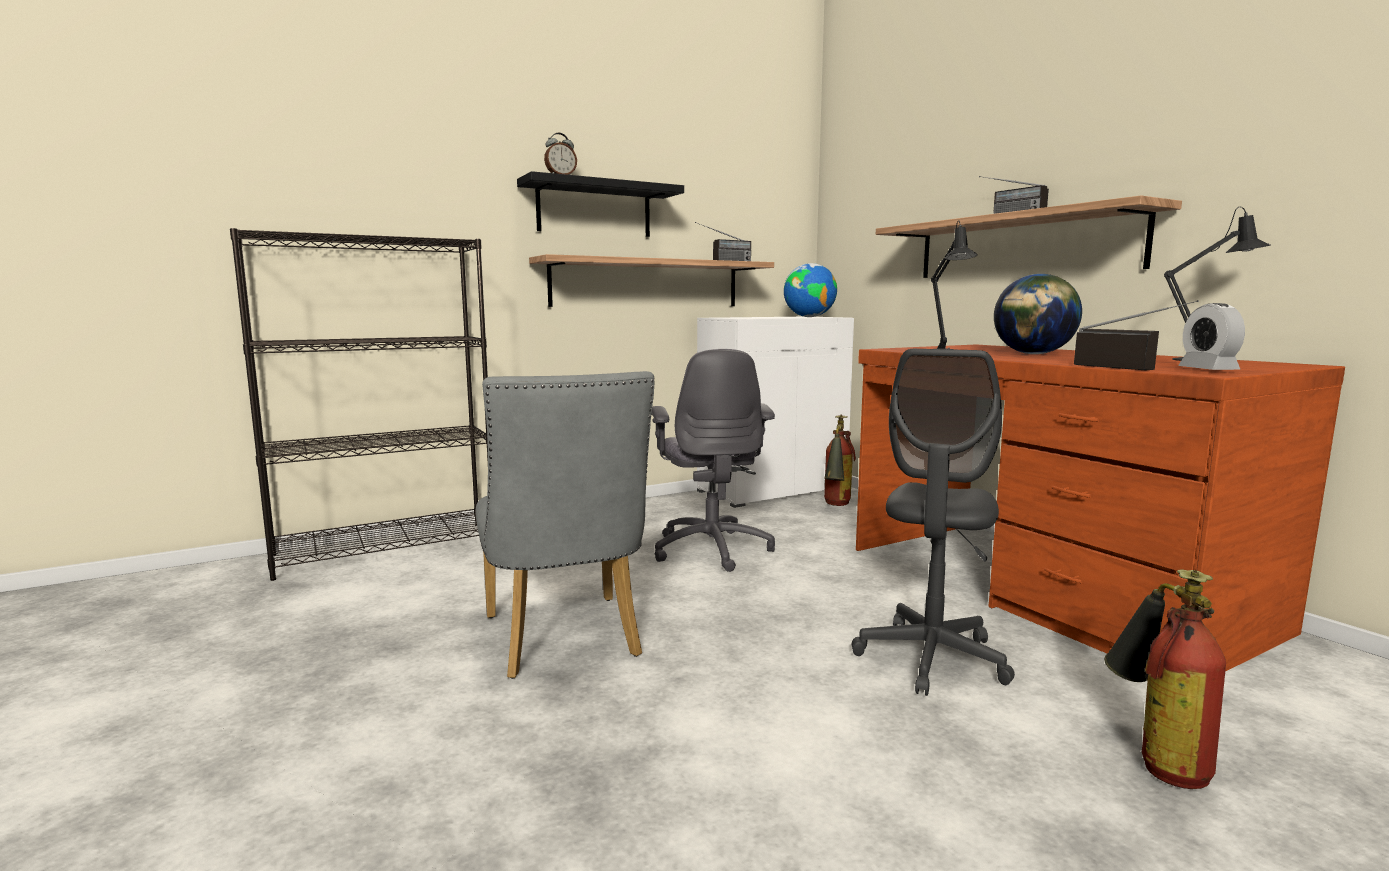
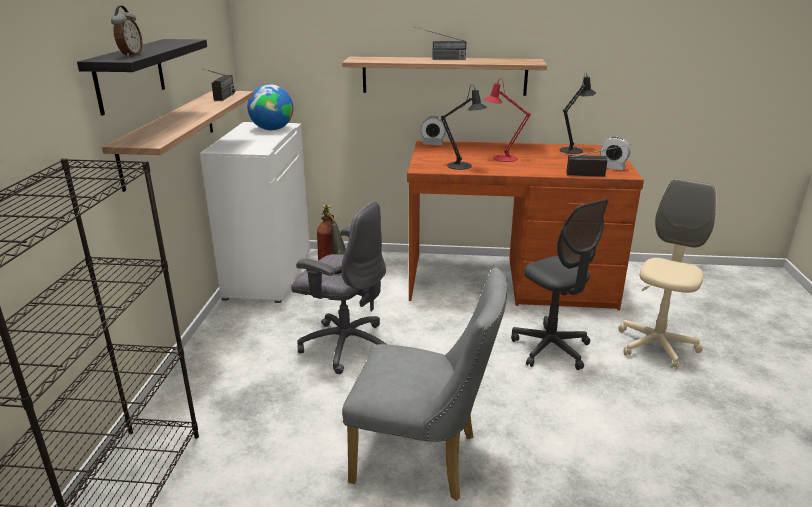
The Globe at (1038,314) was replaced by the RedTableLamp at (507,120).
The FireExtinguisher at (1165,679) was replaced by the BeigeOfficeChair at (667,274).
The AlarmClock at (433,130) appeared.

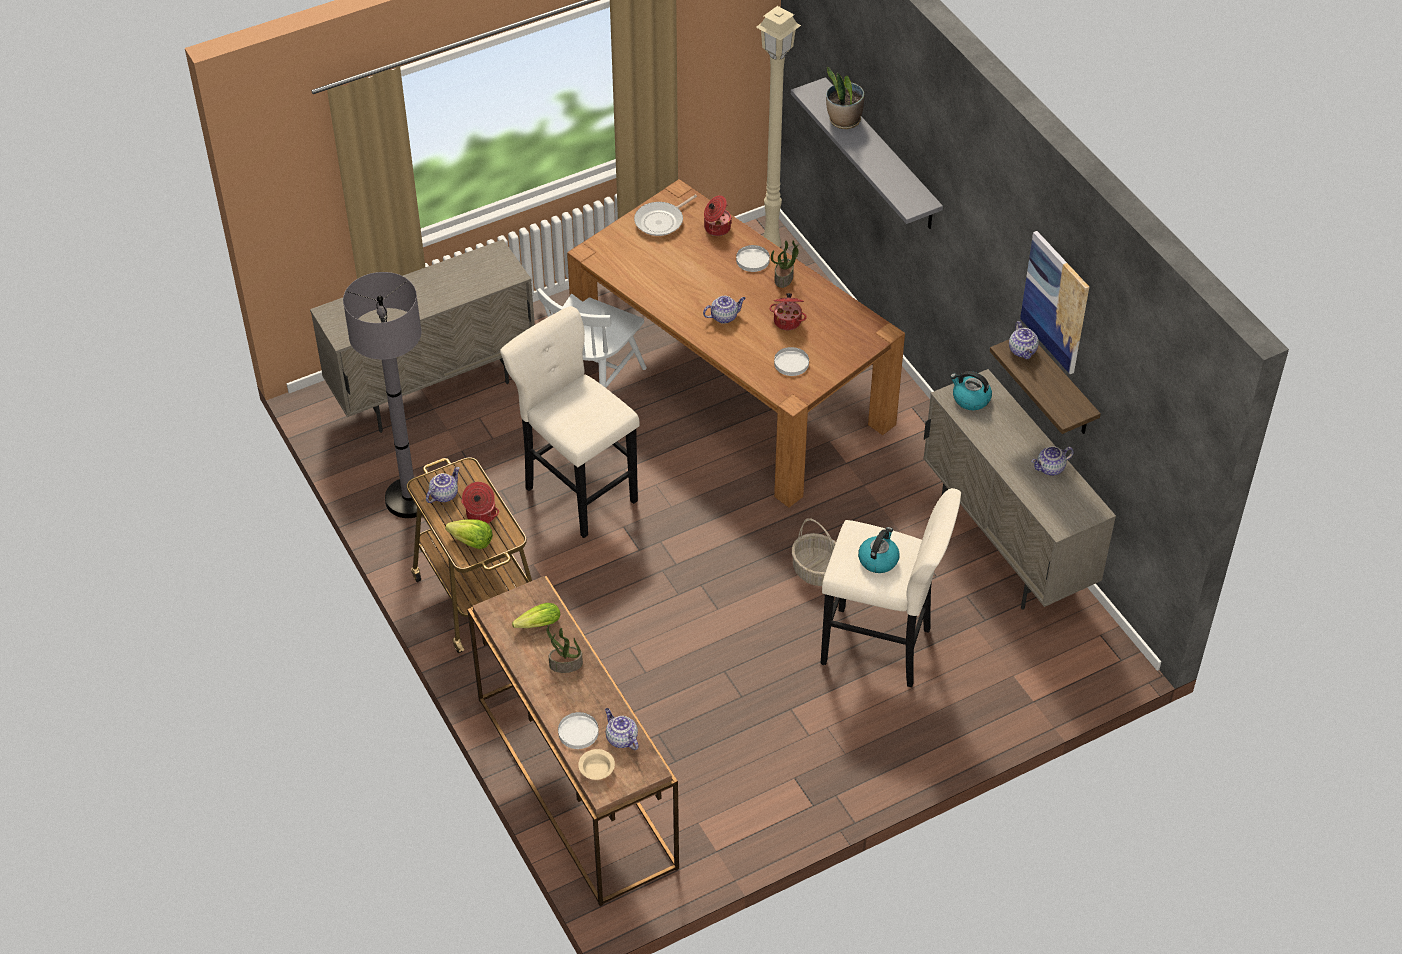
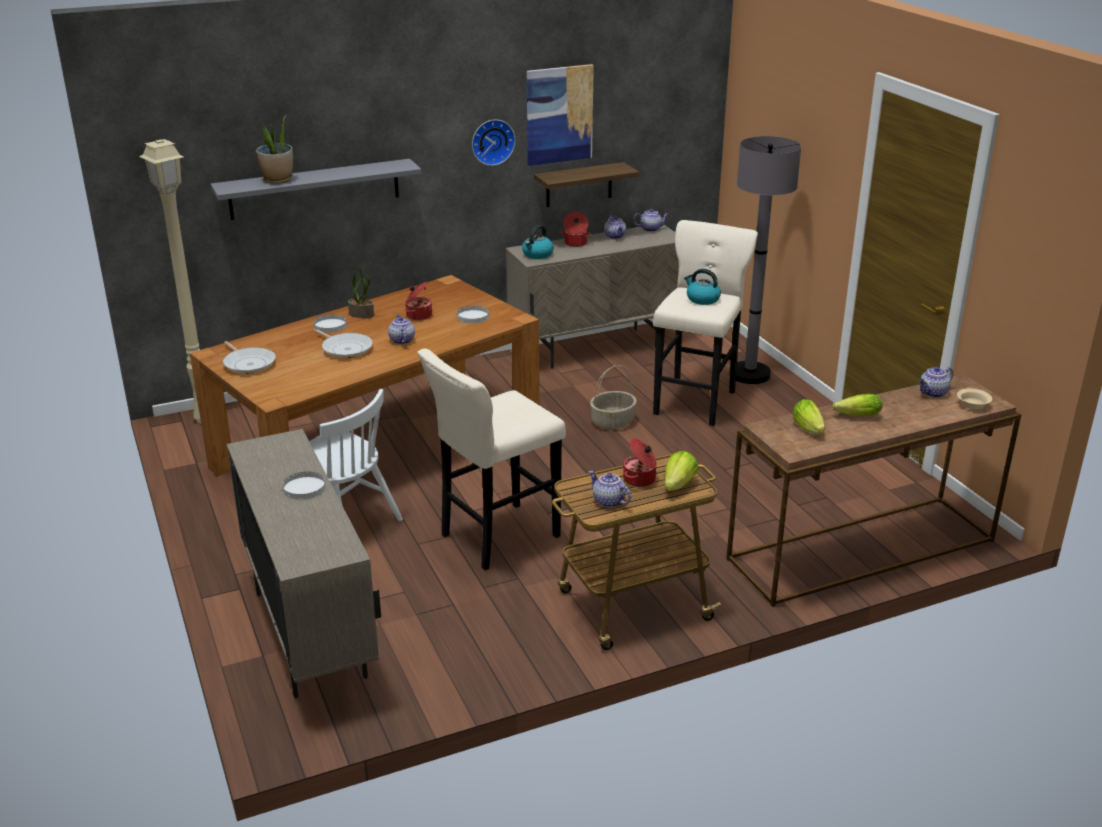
The CookingPot moved from (718,215) to (576,229).
The GreyFloorLamp moved from (387,395) to (765,260).
The Teapot moved from (1024,340) to (651,220).
The PottedPlant at (565,649) was replaced by the Lettuce at (858,405).
The WhitePlate moved from (578,730) to (304,486).
The WallClock at (493,143) appeared.
The FryingPan at (343,343) appeared.

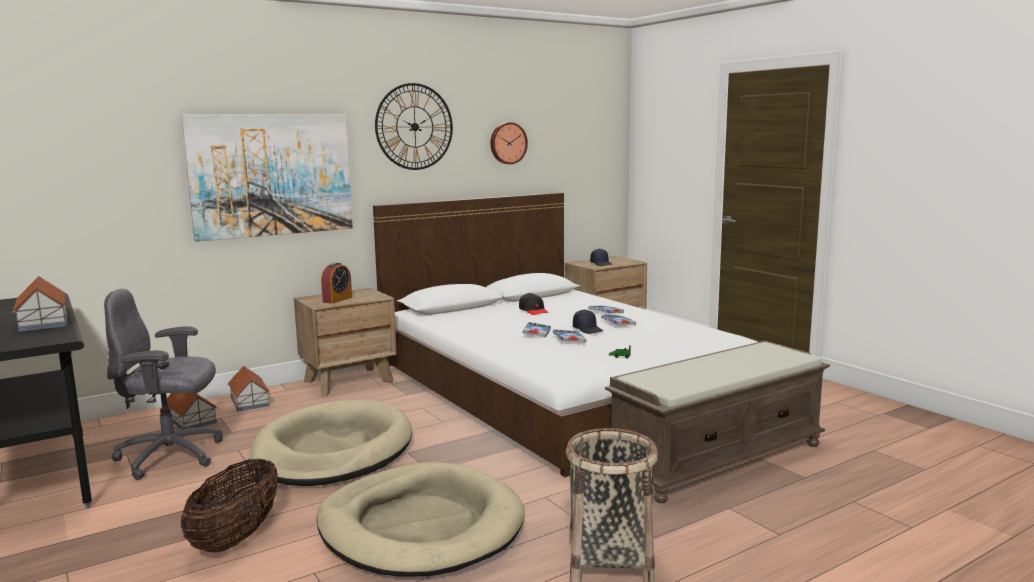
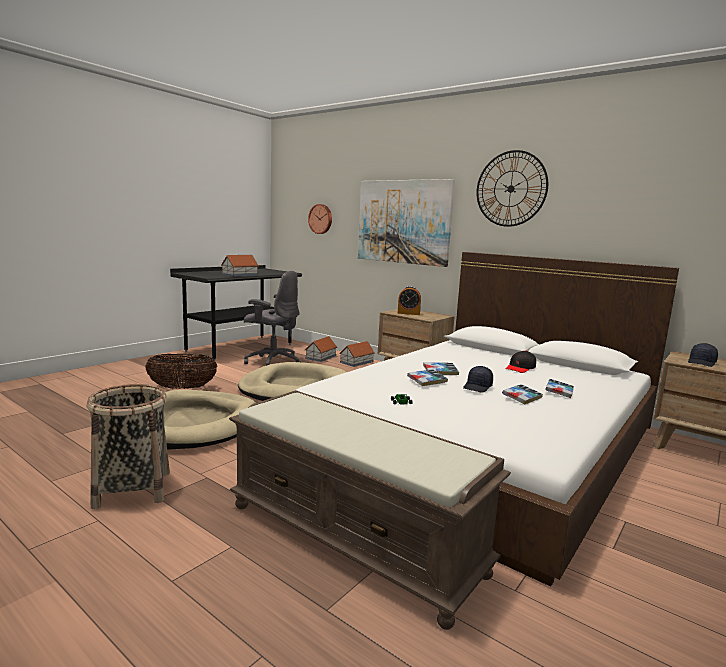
The WallClock moved from (509,143) to (320,219).
The GreyOfficeChair at (163,384) turned 135 degrees clockwise.

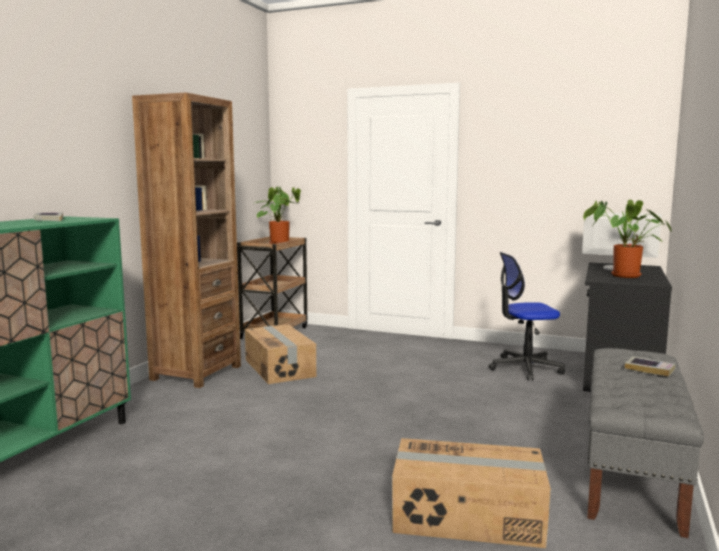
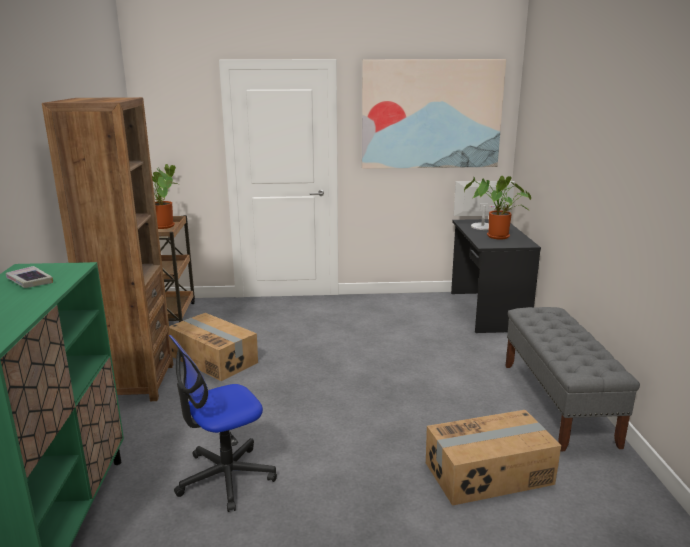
The OfficeChair moved from (527,316) to (223,423).
The Book at (650,366) disappeared.
The Picture at (434,114) appeared.

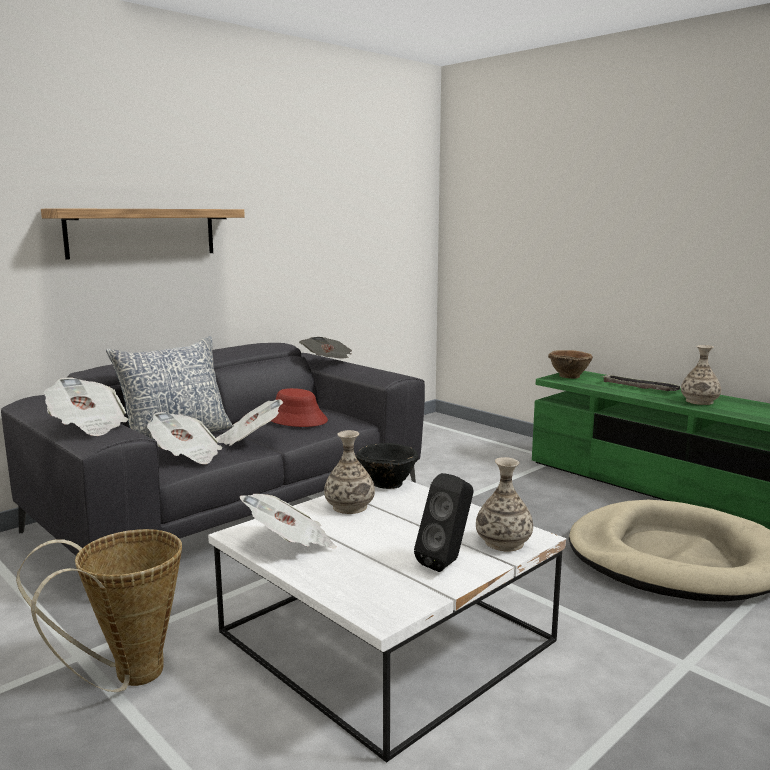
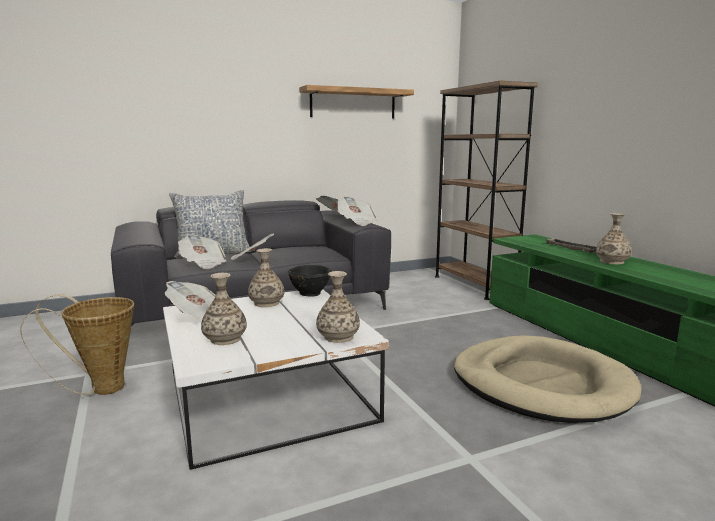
The Shelf moved from (143,233) to (356,102).
The BrownBowl at (570,364) disappeared.
The Newspaper moved from (86,406) to (357,211).
The RedHat at (299,407) disappeared.
The BlackSpeaker at (443,522) disappeared.
The BrownBookcase at (486,190) appeared.
The Vase at (224,309) appeared.

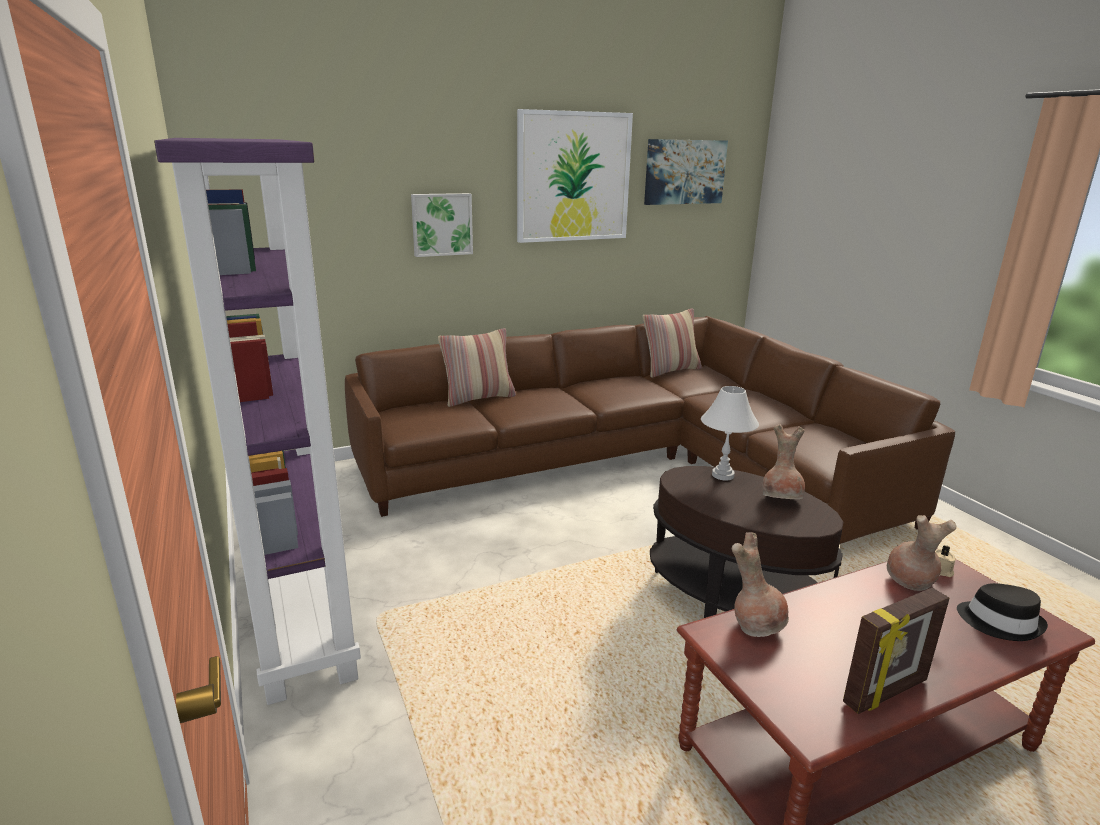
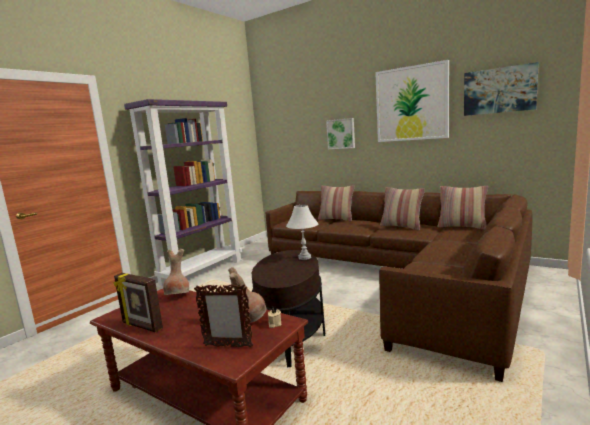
The BrownVase at (783,461) disappeared.
The BlackHat at (1002,612) was replaced by the PictureFrame at (224,316).
The Pillow at (402,209) appeared.

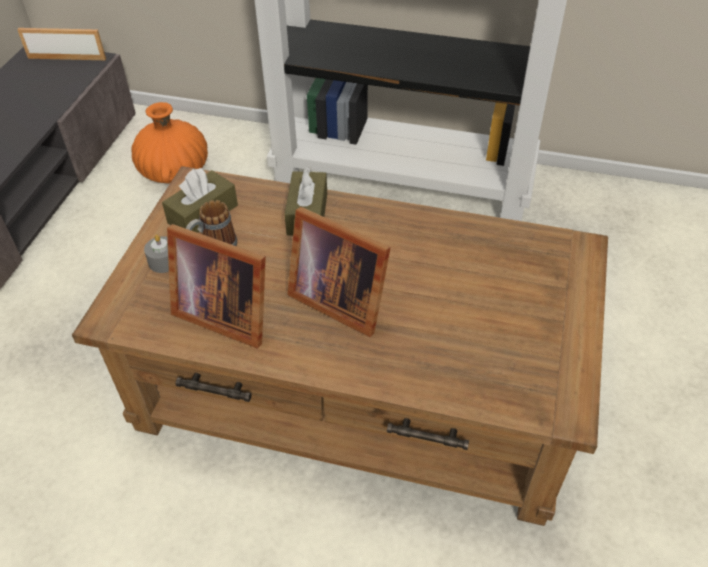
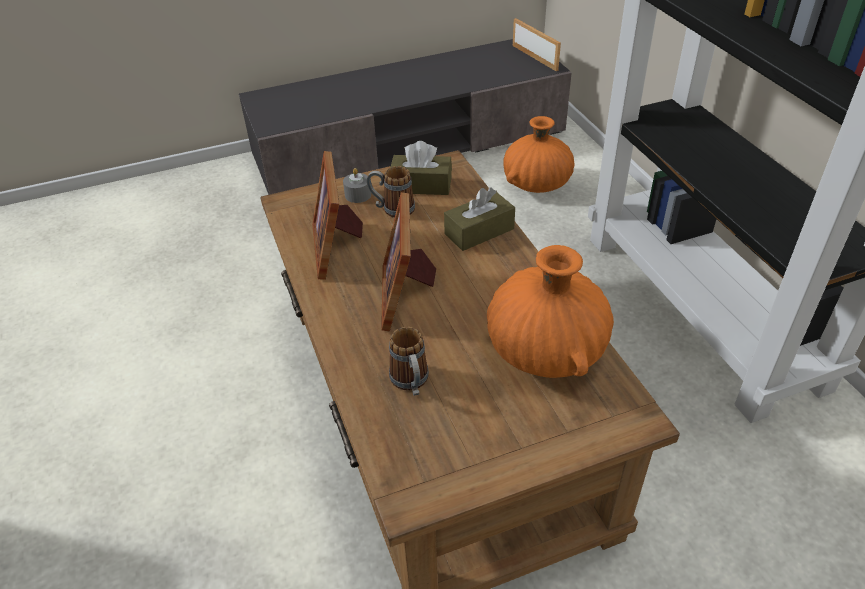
The OrangeVase at (550,311) appeared.
The Mug at (409,361) appeared.

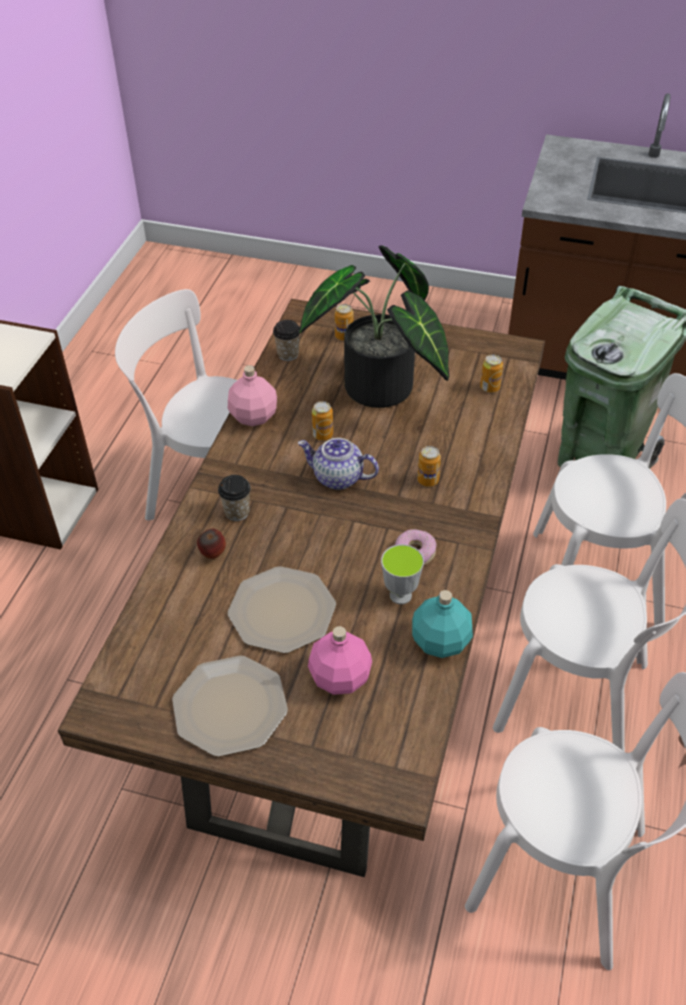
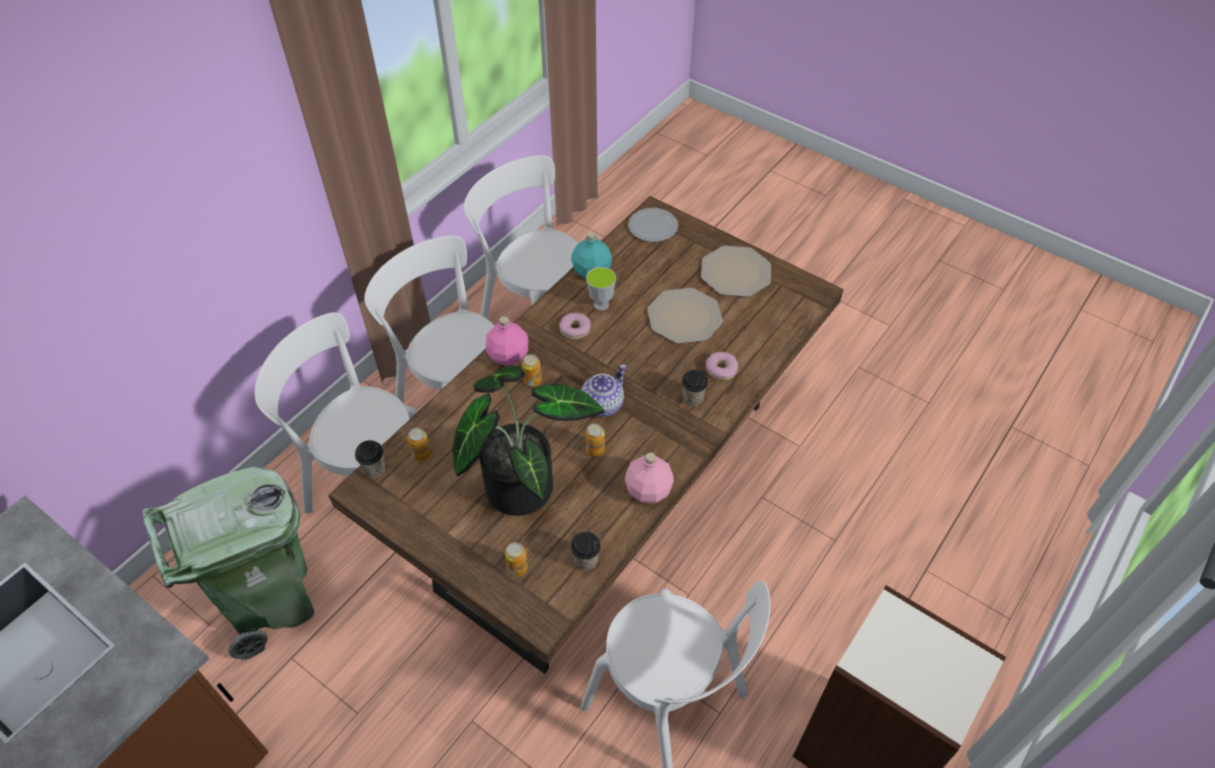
The Teapot at (338,464) turned 90 degrees counterclockwise.
The Apple at (211,544) was replaced by the Donut at (722,366).
The PinkBottle moved from (340,660) to (507,341).
The Plate at (653,225) appeared.
The Cup at (370,459) appeared.

